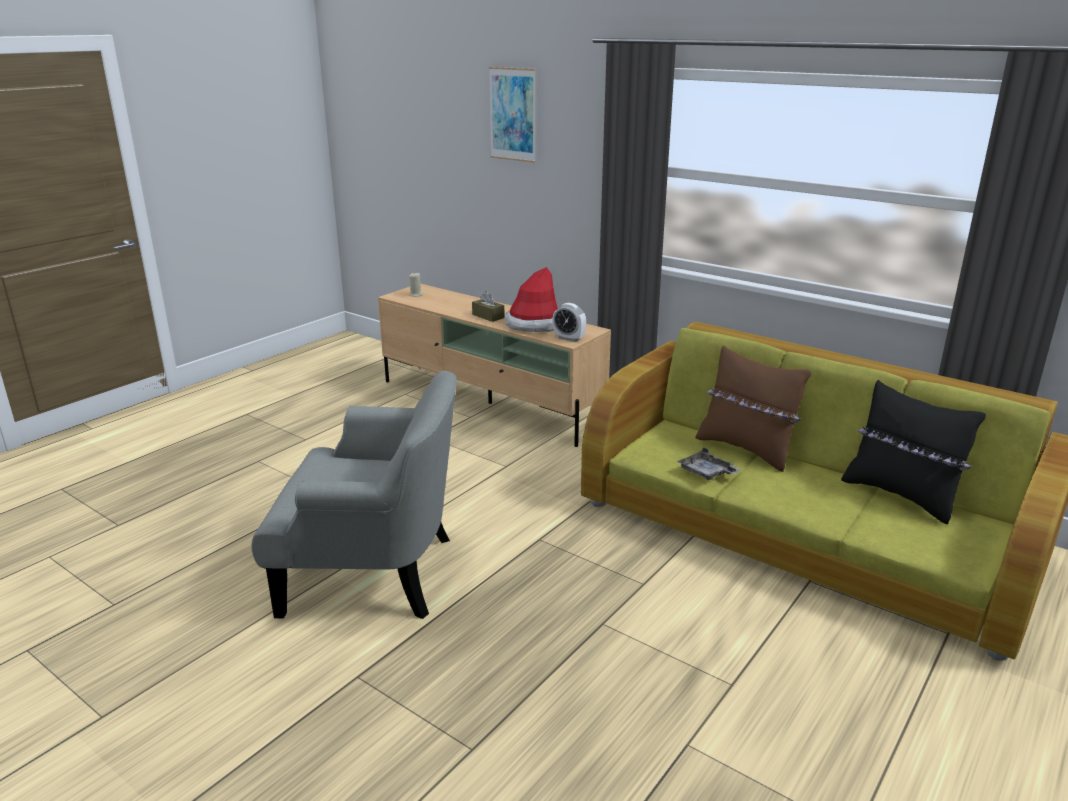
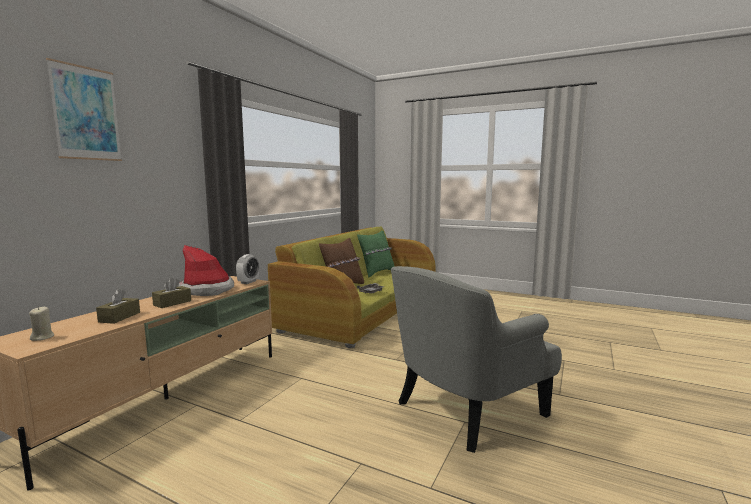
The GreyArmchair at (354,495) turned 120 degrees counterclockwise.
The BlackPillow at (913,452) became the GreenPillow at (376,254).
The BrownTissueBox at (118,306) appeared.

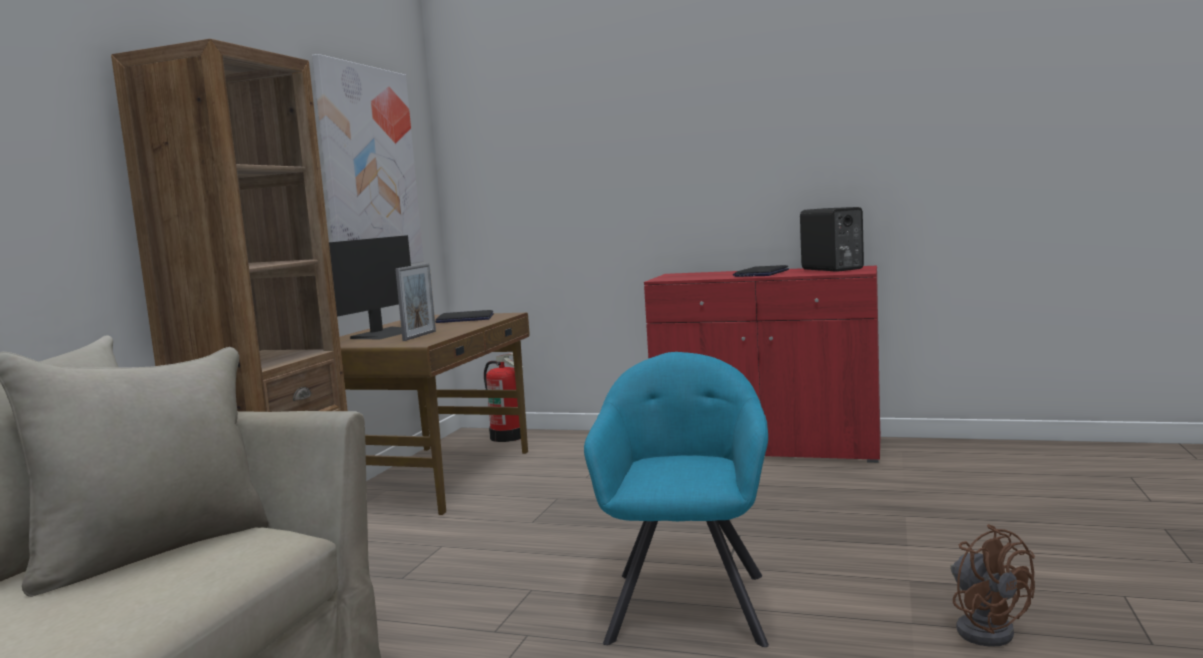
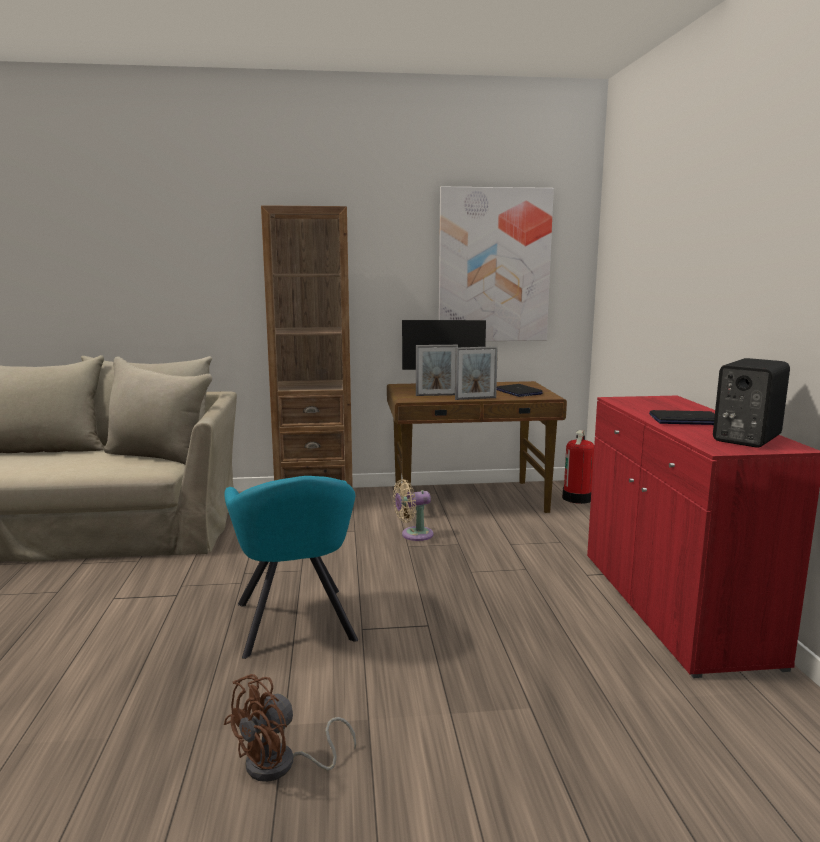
The TurquoiseArmchair at (676,499) turned 90 degrees clockwise.
The PictureFrame at (476,373) appeared.
The BeigeFan at (413,510) appeared.

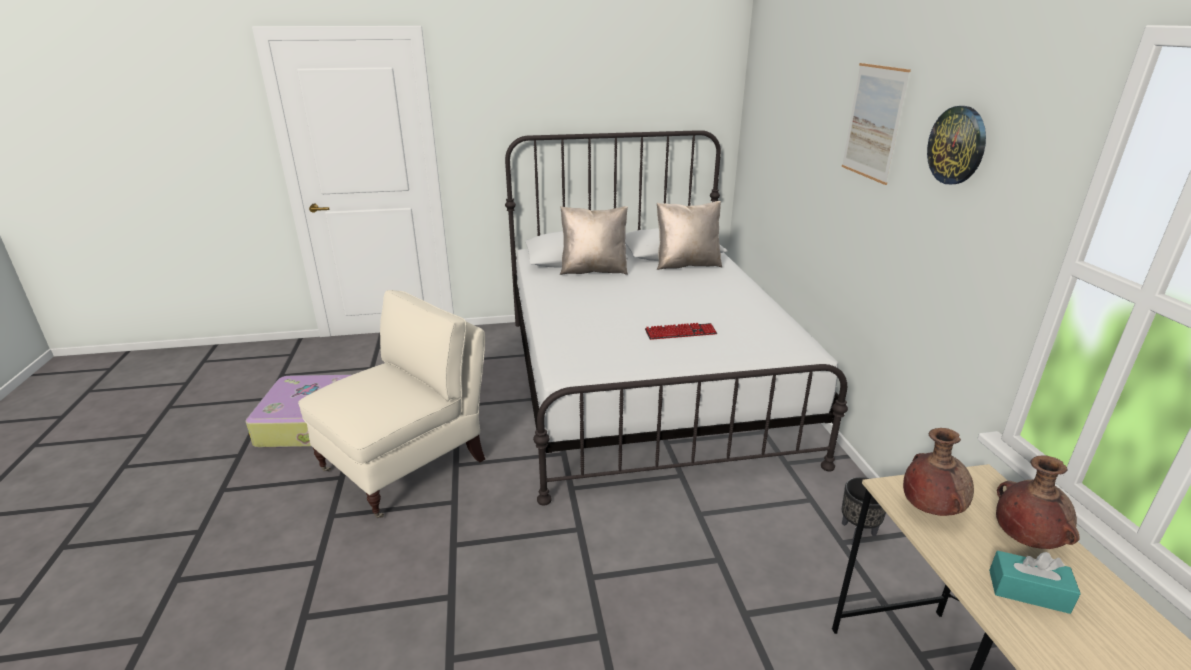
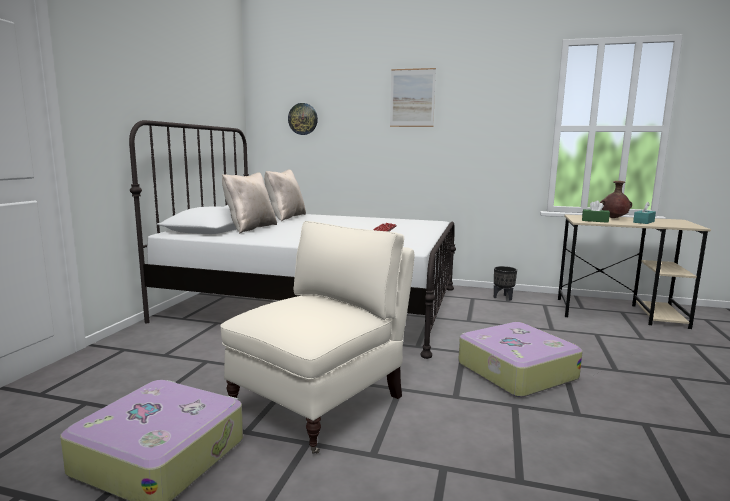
The WallClock moved from (956,145) to (303,119).
The BeigeArmchair at (391,404) turned 60 degrees clockwise.
The BrownVase at (938,472) was replaced by the GreenTissueBox at (596,211).
The Suitcase at (520,360) appeared.

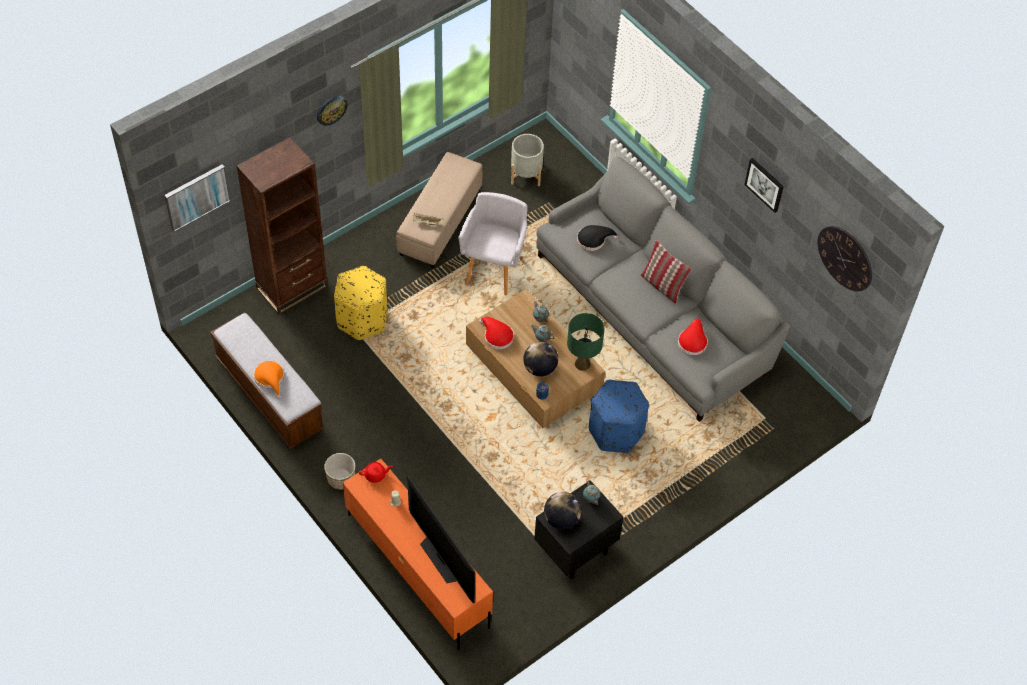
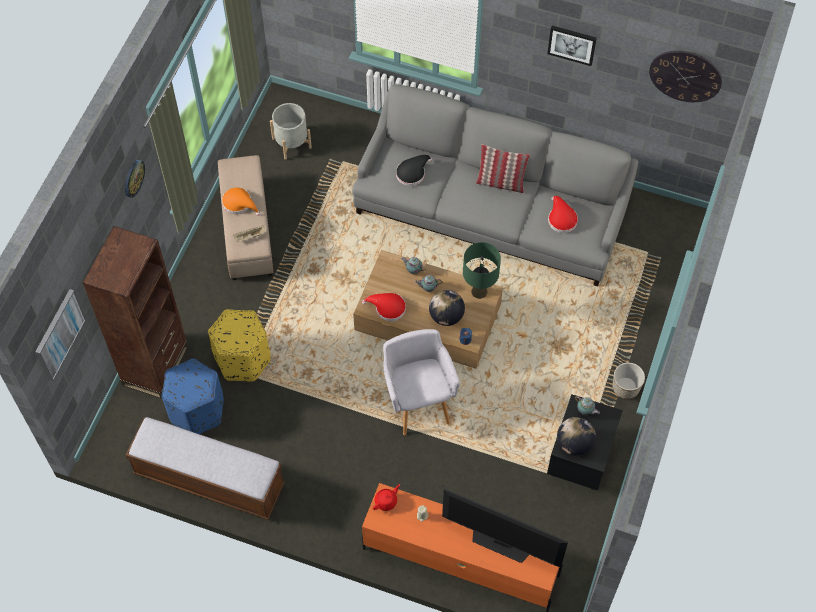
The GreyArmchair moved from (493,243) to (421,382).
The OrangeHat moved from (269,380) to (241,201).
The BlueOttoman moved from (619,416) to (193,396).
The Planter moved from (339,471) to (628,381).

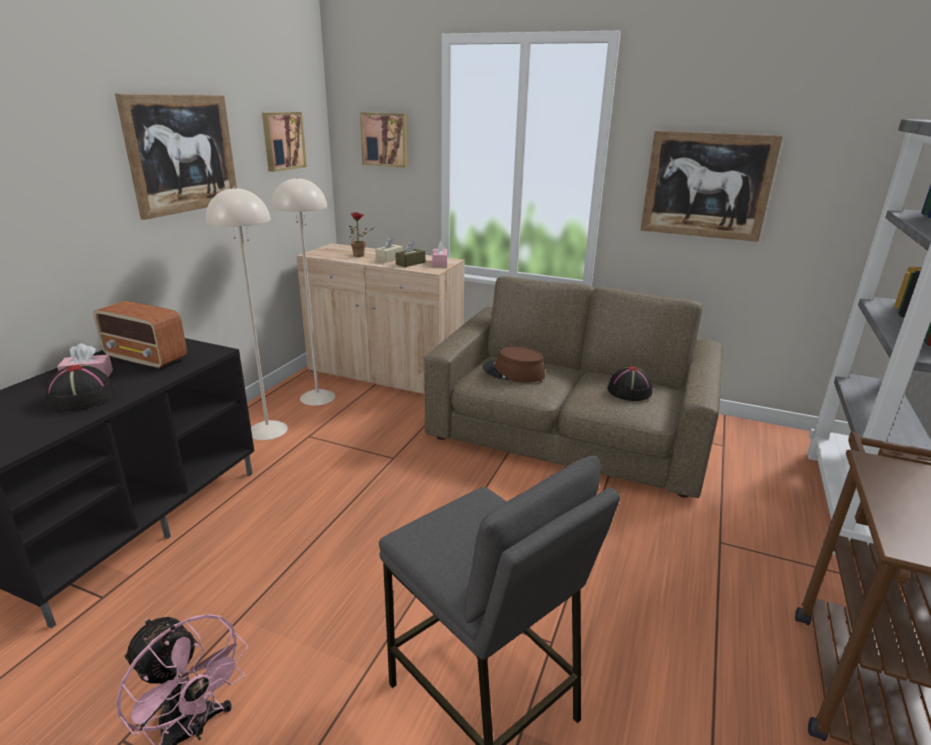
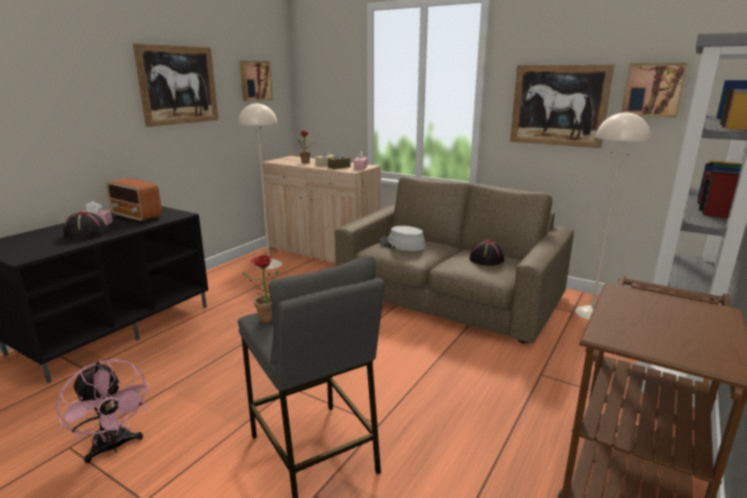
The Picture moved from (384,140) to (654,90).
The BeigeFloorLamp moved from (247,313) to (612,215).
The BrownHat at (514,365) became the GreyHat at (402,238).
The PottedPlant at (261,289) appeared.

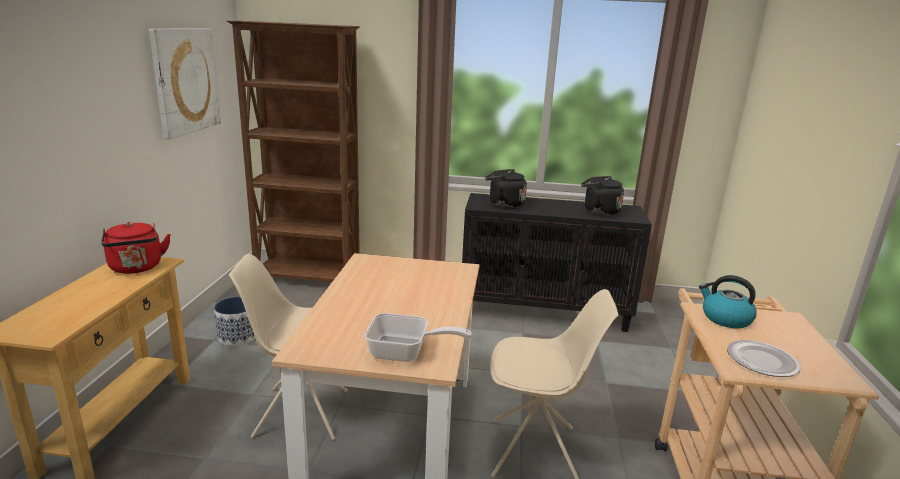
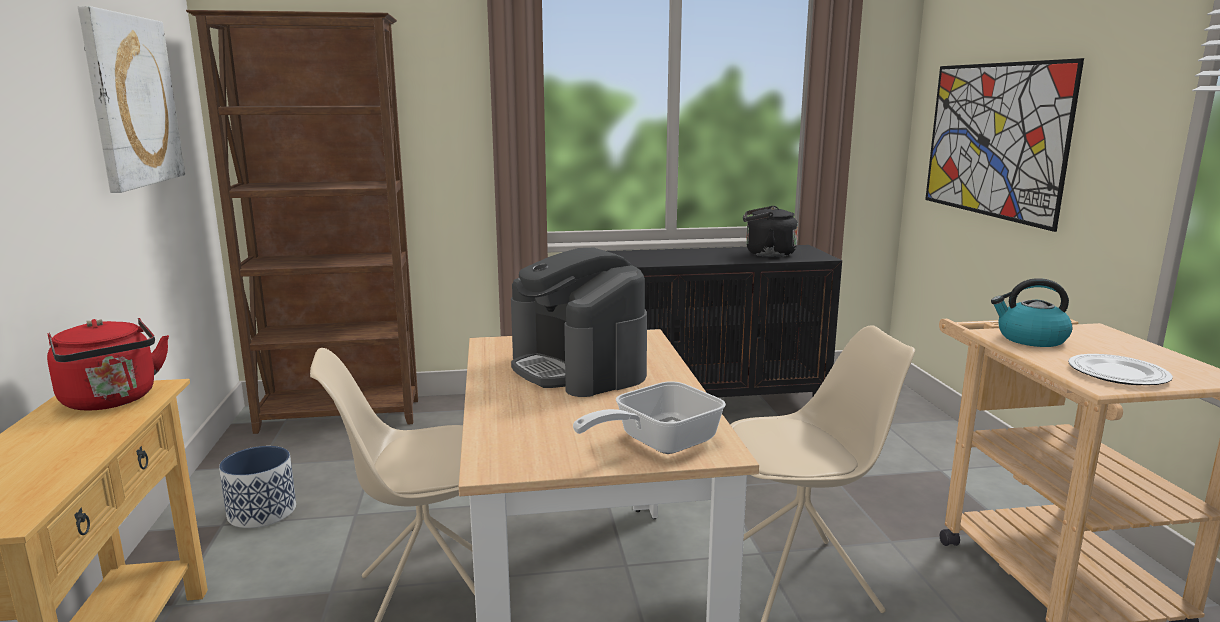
The BlackKettle at (506,188) disappeared.
The FryingPan at (418,337) turned 150 degrees clockwise.
The Picture at (1004,145) appeared.
The CoffeeMachine at (579,322) appeared.

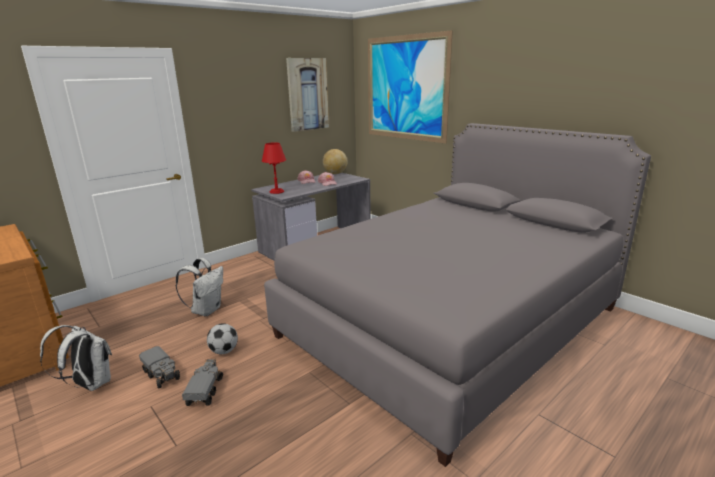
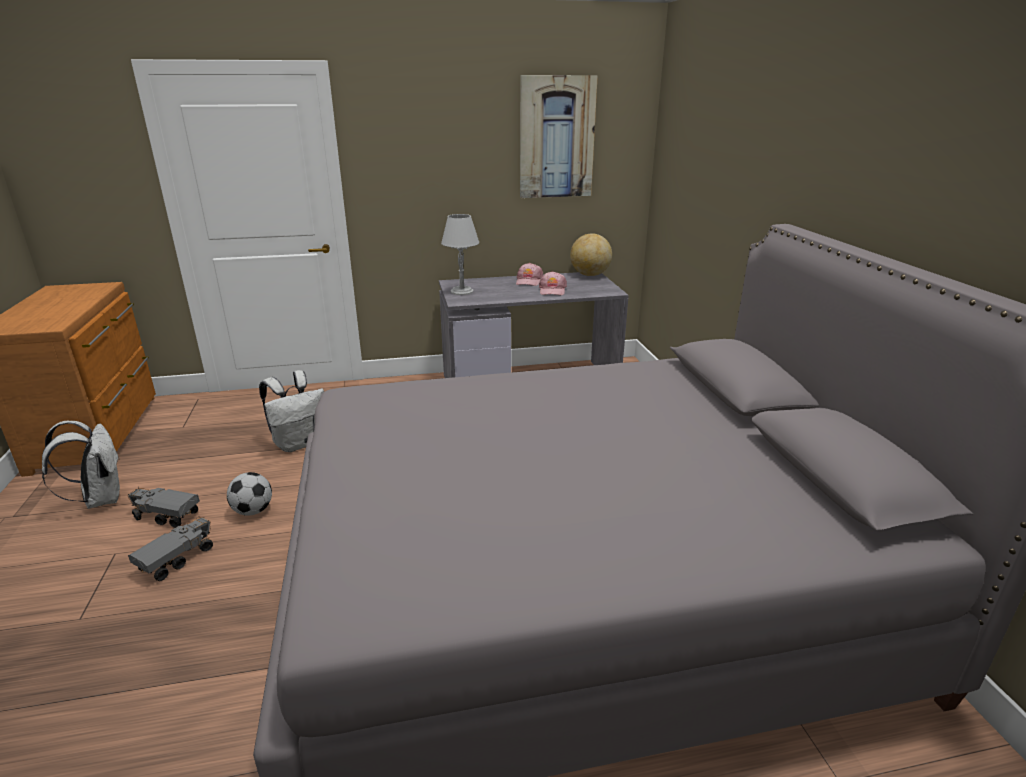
The Picture at (410,87) disappeared.
The RedTableLamp at (274,168) became the GreyTableLamp at (460,254).
The ToyTruck at (159,367) turned 120 degrees clockwise.

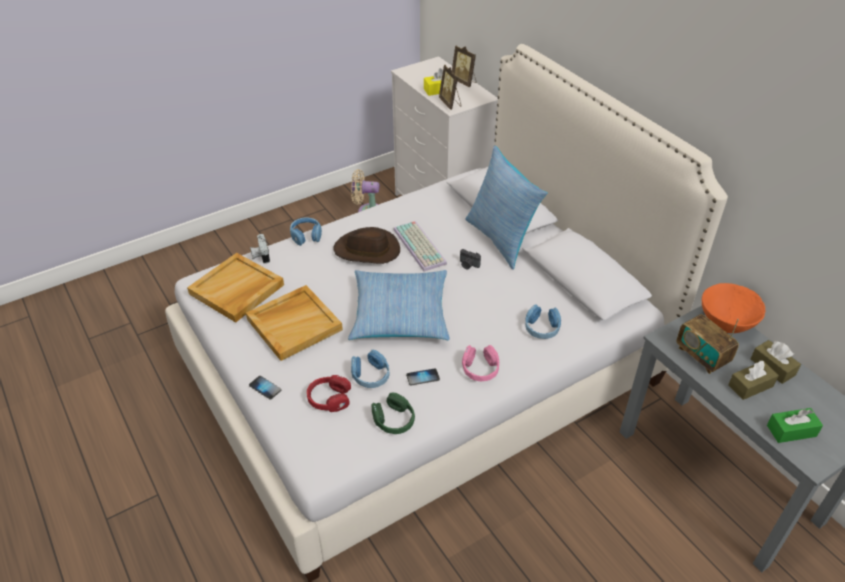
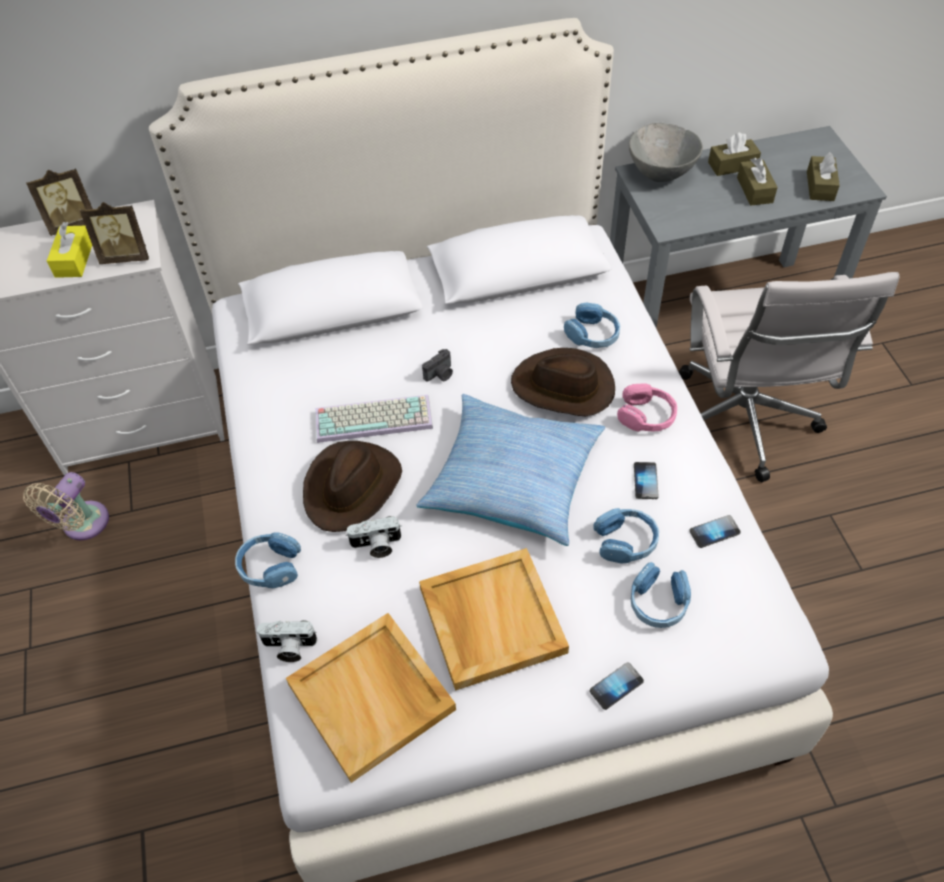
The Pillow at (506,208) disappeared.
The OrangeBowl at (733,308) became the GreyBowl at (666,152).
The Radio at (708,344) disappeared.
The RedHeadphones at (329,393) became the BlueHeadphones at (661,595).
The GreenHeadphones at (393,413) was replaced by the Phone at (715,531).
The GreenTissueBox at (795,425) became the BrownTissueBox at (823,176).
The WhiteOfficeChair at (789,377) appeared.
The BrownHat at (563,382) appeared.
The PhotoCamera at (374,537) appeared.

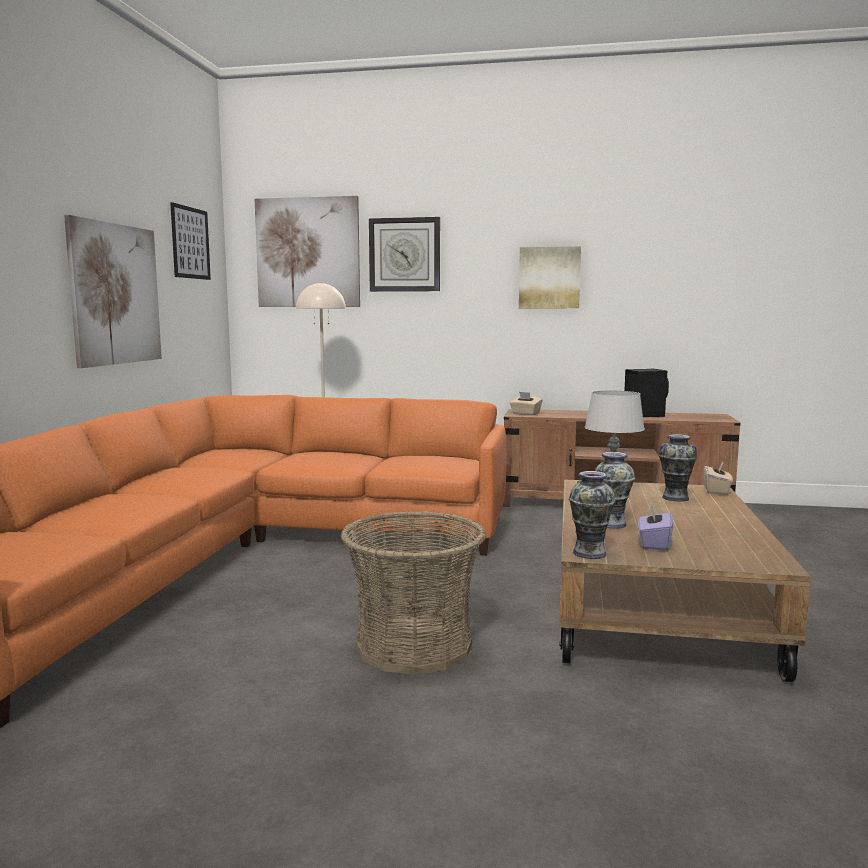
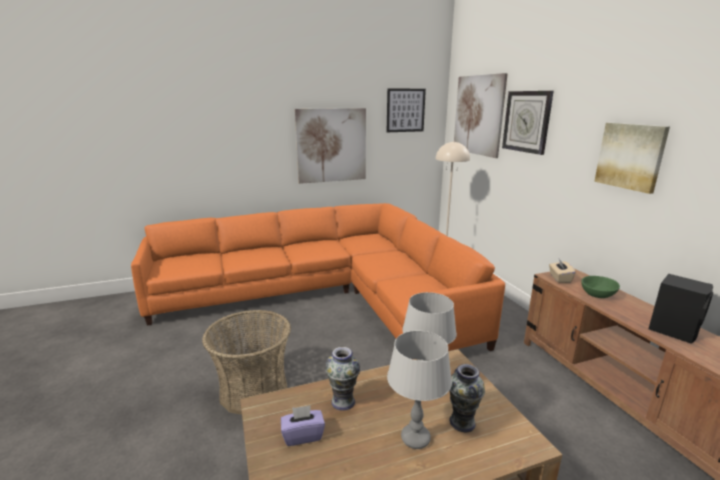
The BeigeTissueBox at (718,478) disappeared.
The Vase at (592,515) disappeared.
The GreenBowl at (600,287) appeared.
The GreyTableLamp at (419,390) appeared.

